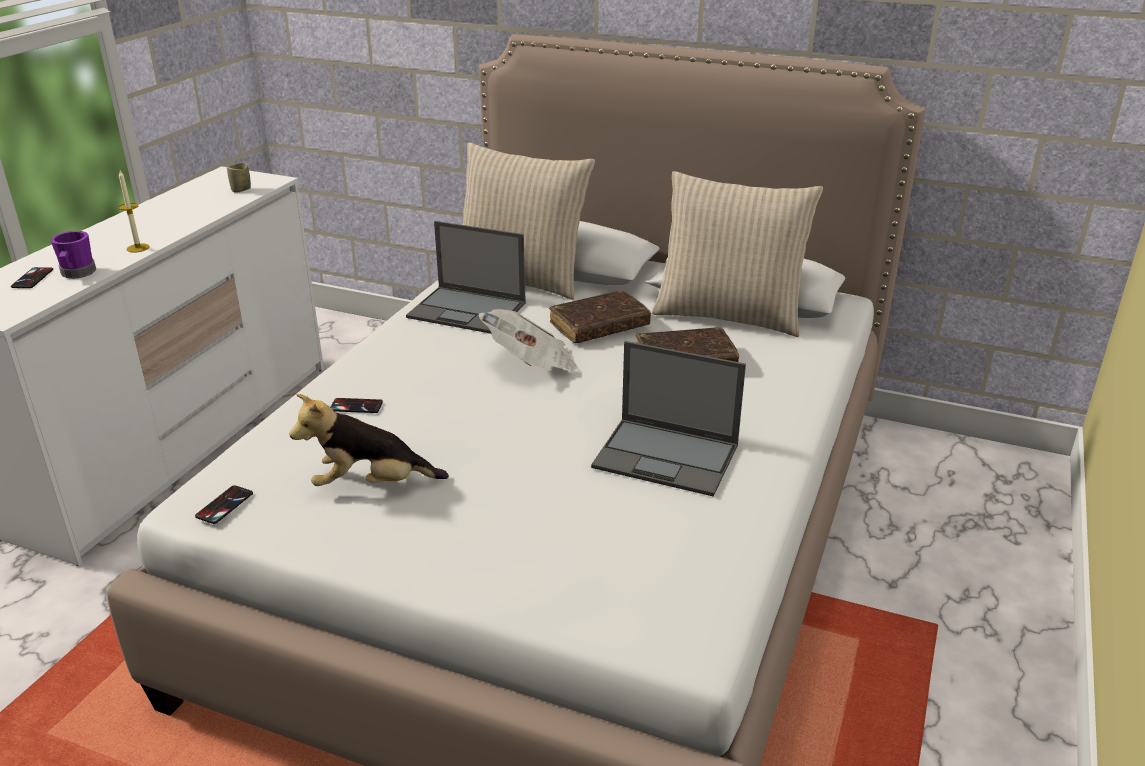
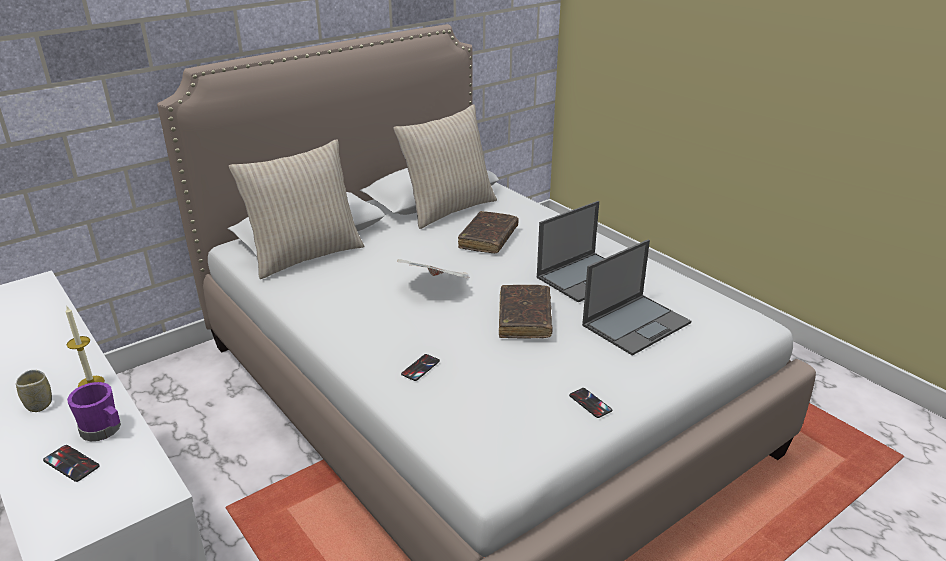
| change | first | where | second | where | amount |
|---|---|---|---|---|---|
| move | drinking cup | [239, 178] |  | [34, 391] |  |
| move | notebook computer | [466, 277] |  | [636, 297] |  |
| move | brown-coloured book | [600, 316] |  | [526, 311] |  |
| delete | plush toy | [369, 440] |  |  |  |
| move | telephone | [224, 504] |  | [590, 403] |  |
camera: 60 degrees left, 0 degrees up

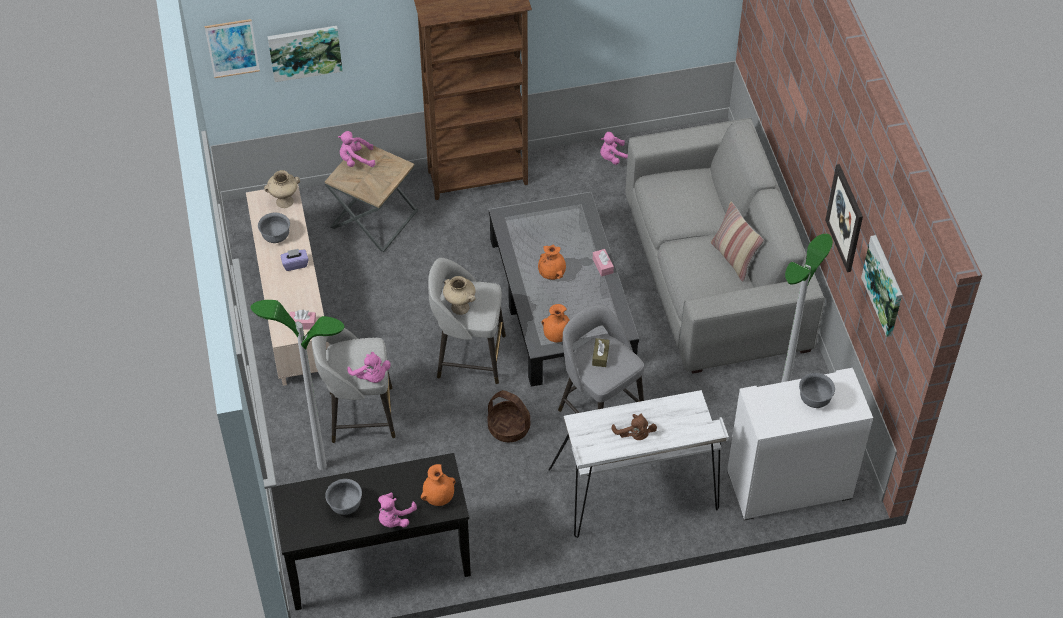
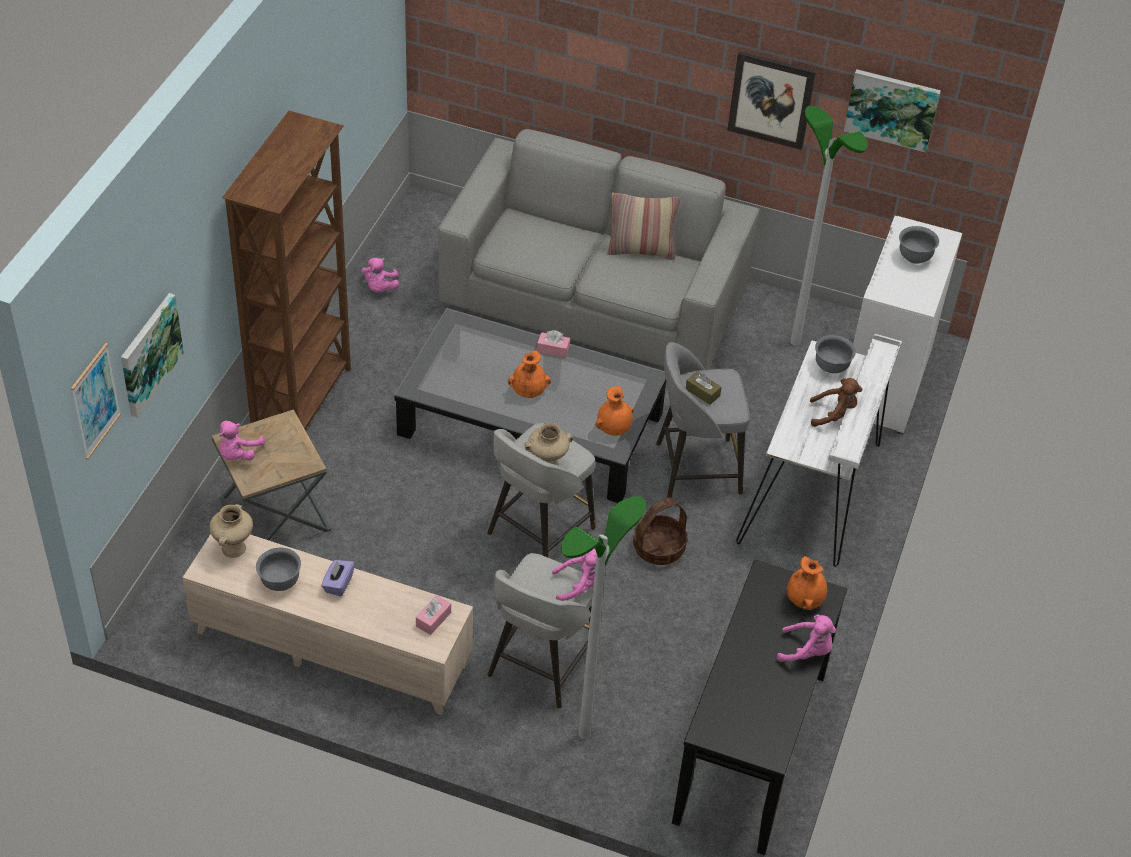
| change | first | where | second | where | amount |
|---|---|---|---|---|---|
| move | gray bowl | [343, 497] |  | [835, 354] |  |
| rotate | pink-coloured plush toy | [397, 509] |  | [806, 638] | 45 degrees counterclockwise |
camera: 60 degrees left, 5 degrees down

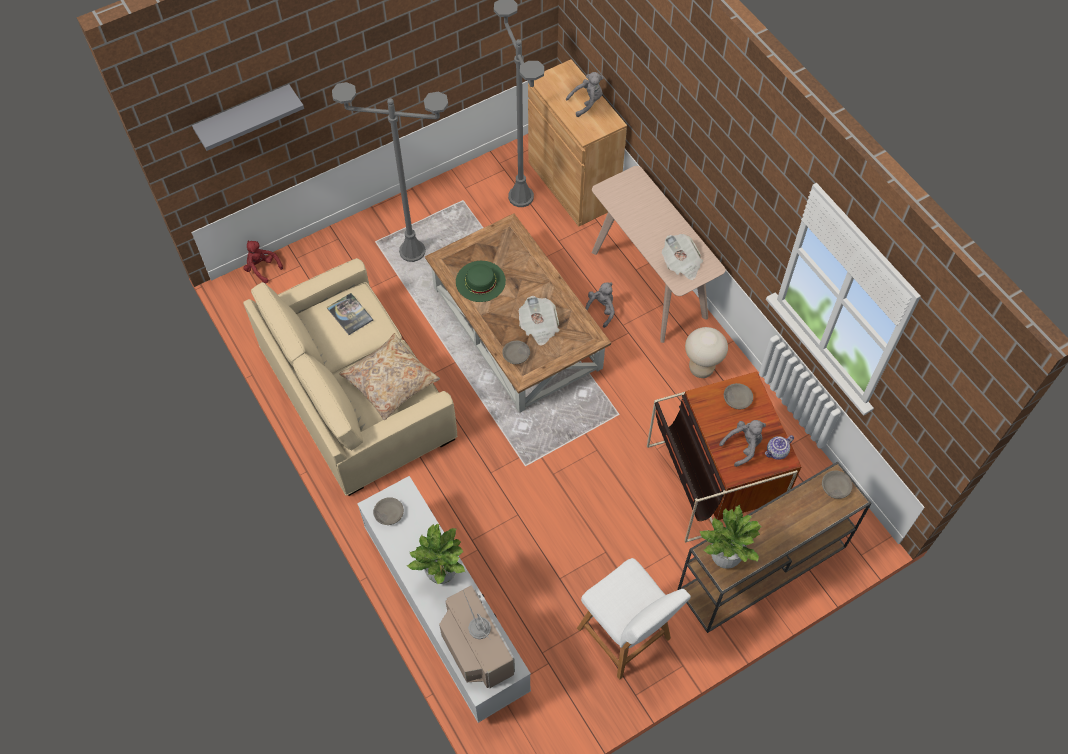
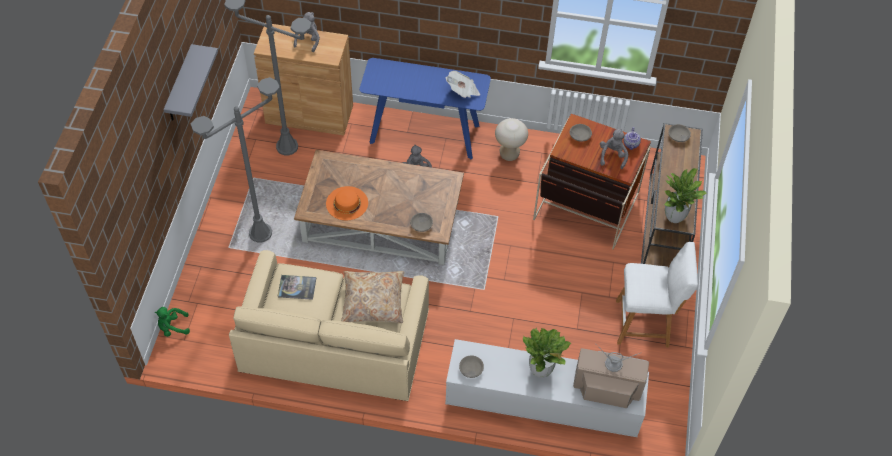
| change | first | where | second | where | amount |
|---|---|---|---|---|---|
| move | gray bracket shelf | [248, 117] |  | [190, 82] |  |
| recolor | sand-coloured hall table | [658, 254] | blue hall table | [425, 108] |  |
| recolor | reddish plush toy | [263, 262] | greenish plush toy | [172, 322] |  |
| recolor | greenish hat | [481, 281] | orangey hat | [347, 203] |  |
| delete | daily paper | [539, 321] |  |  |  |
camera: 50 degrees left, 5 degrees down

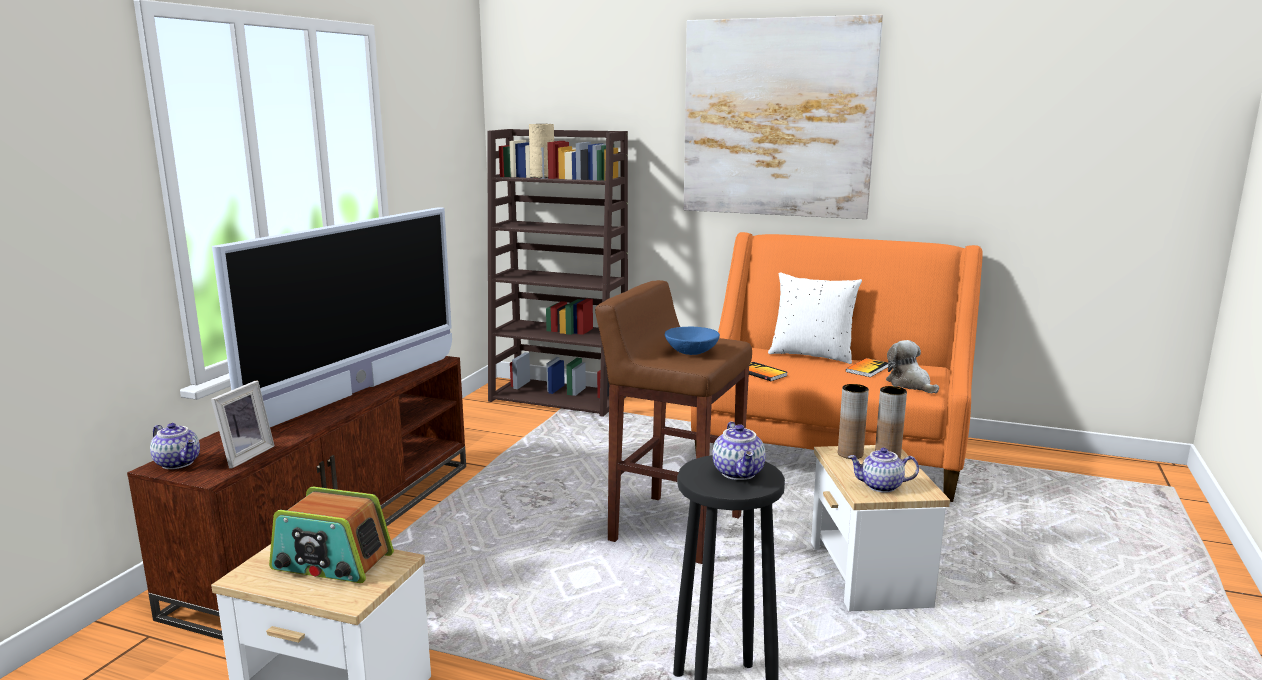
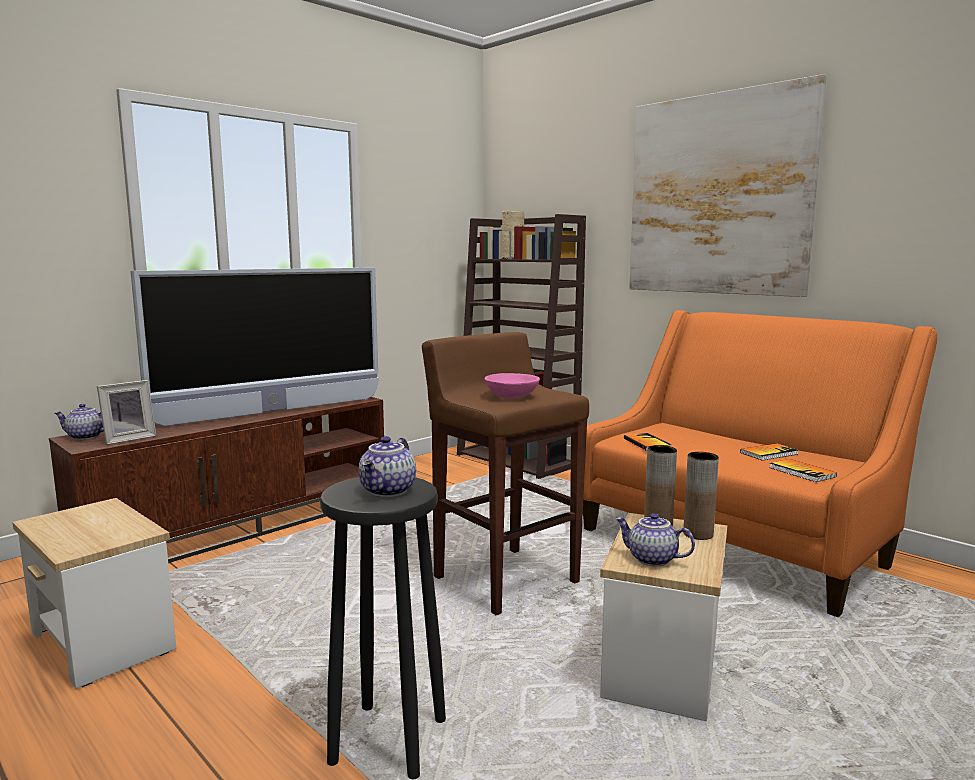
| change | first | where | second | where | amount |
|---|---|---|---|---|---|
| delete | white throw pillow | [815, 318] |  |  |  |
| recolor | blue bowl | [692, 341] | pink-coloured bowl | [512, 386] |  |
| replace | plush toy | [912, 367] | book | [803, 470] |  |
| rotate | teapot | [175, 446] |  | [79, 422] | 120 degrees clockwise |
| delete | radio set | [331, 535] |  |  |  |
camera: 25 degrees right, 5 degrees down

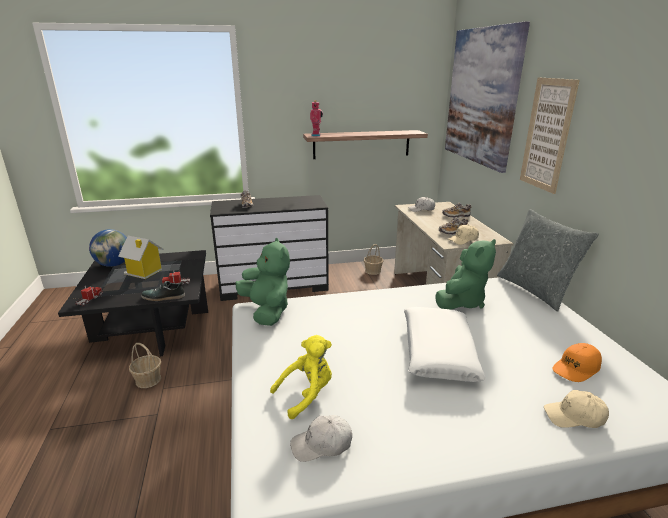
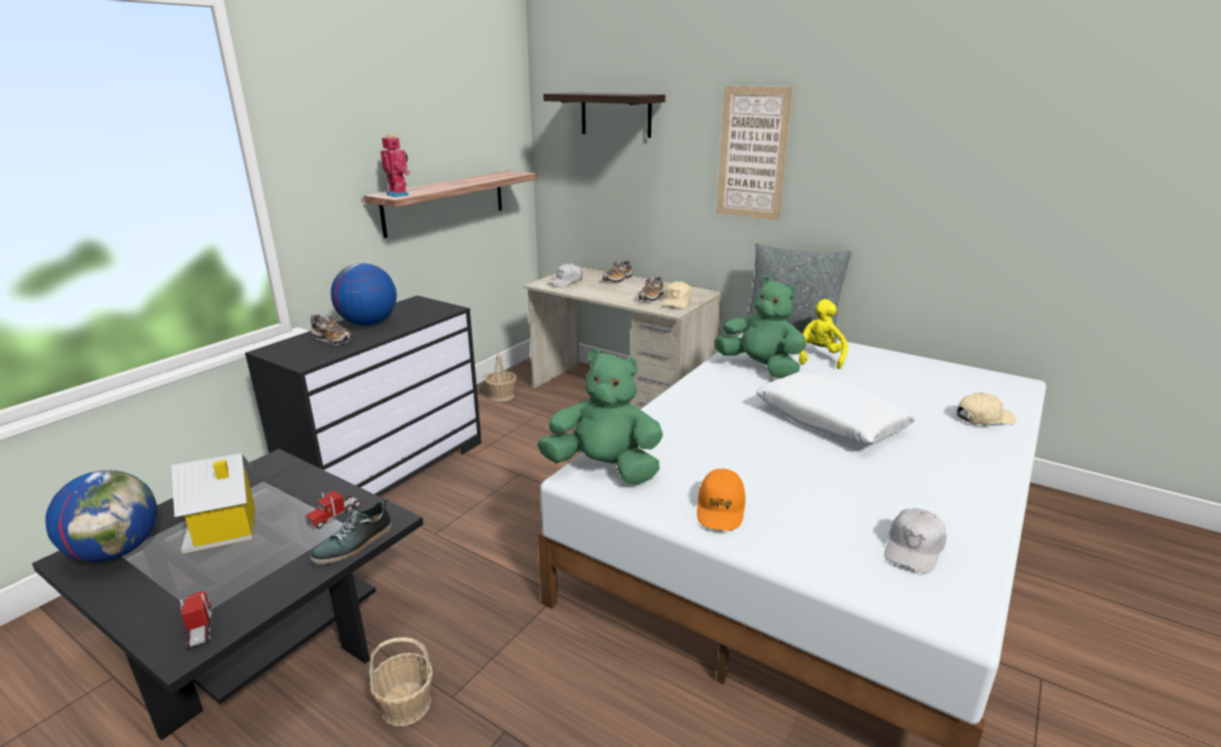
| change | first | where | second | where | amount |
|---|---|---|---|---|---|
| replace | wall art | [487, 97] | bracket shelf | [604, 115] |  |
| rotate | greenish plush toy | [466, 274] |  | [760, 328] | 45 degrees counterclockwise |
| move | yellowish plush toy | [301, 377] |  | [823, 334] |  |
| move | orangey peaked cap | [577, 362] |  | [721, 499] |  |
| rotate | sand-coloured peaked cap | [576, 409] |  | [986, 408] | 150 degrees counterclockwise |
| insert |  |  | world globe | [364, 294] |  |
camera: 45 degrees left, 0 degrees up

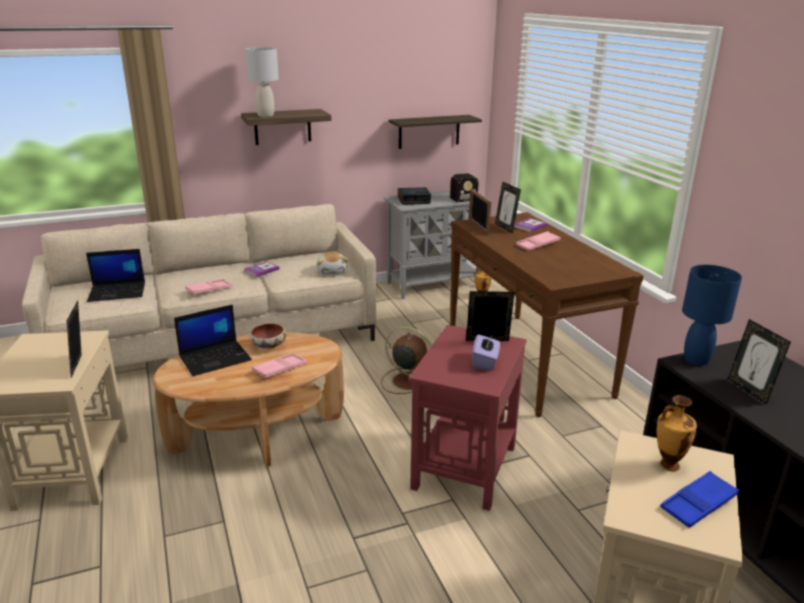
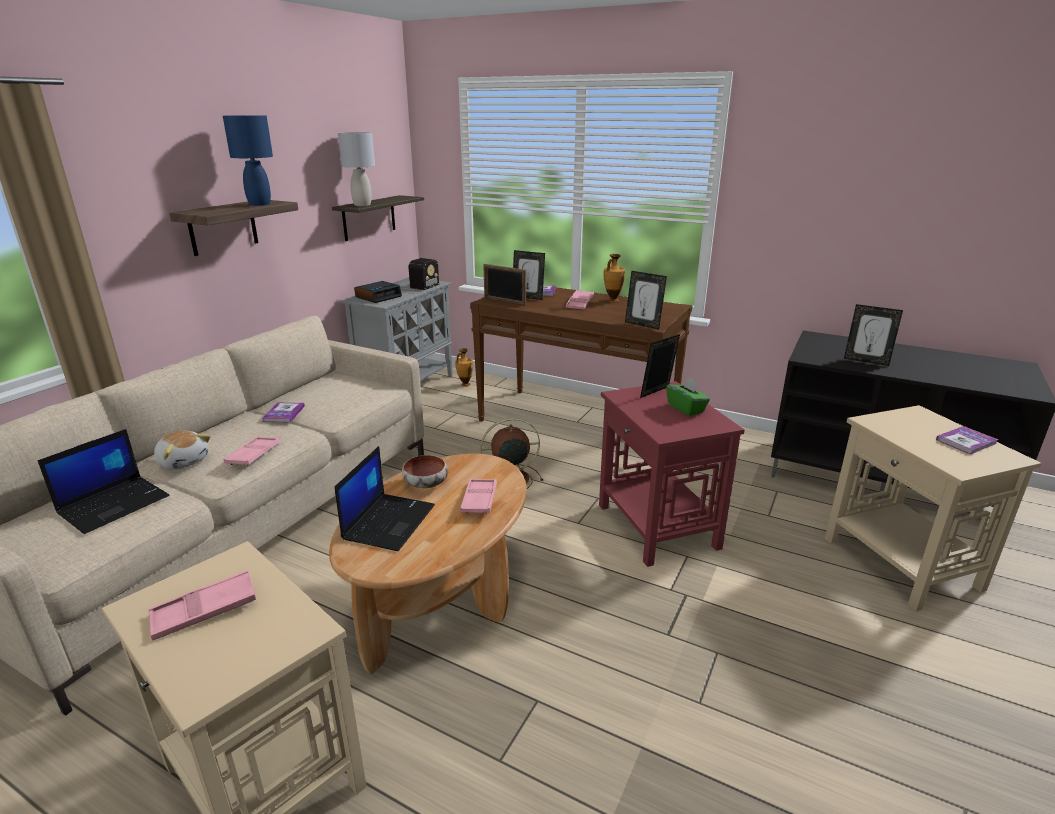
| change | first | where | second | where | amount |
|---|---|---|---|---|---|
| move | gray table lamp | [262, 82] |  | [356, 169] |  |
| move | plush toy | [332, 263] |  | [182, 450] |  |
| move | blue table lamp | [712, 315] |  | [248, 160] |  |
| move | photo frame | [74, 339] |  | [646, 300] |  |
| recolor | purplish tissue holder | [486, 352] | greenish tissue holder | [688, 396] |  |
| move | decorative vase | [677, 433] |  | [614, 278] |  |
| replace | blue carrying tray | [699, 499] | book | [967, 440] |  |
| insert |  |  | pink-coloured carrying tray | [202, 605] |  |
camera: 40 degrees left, 0 degrees up

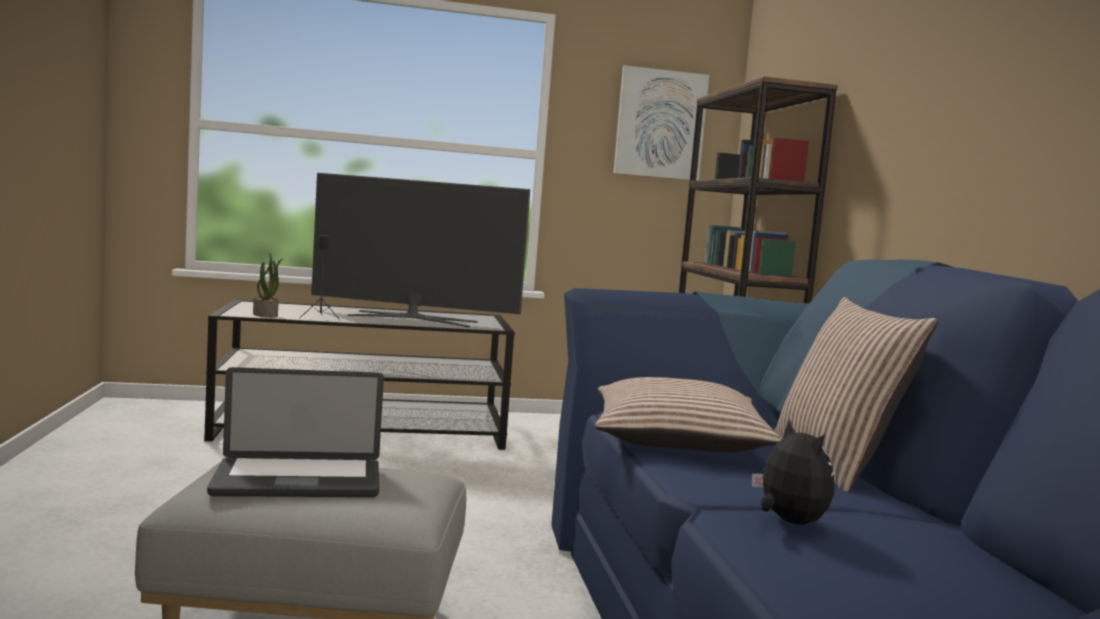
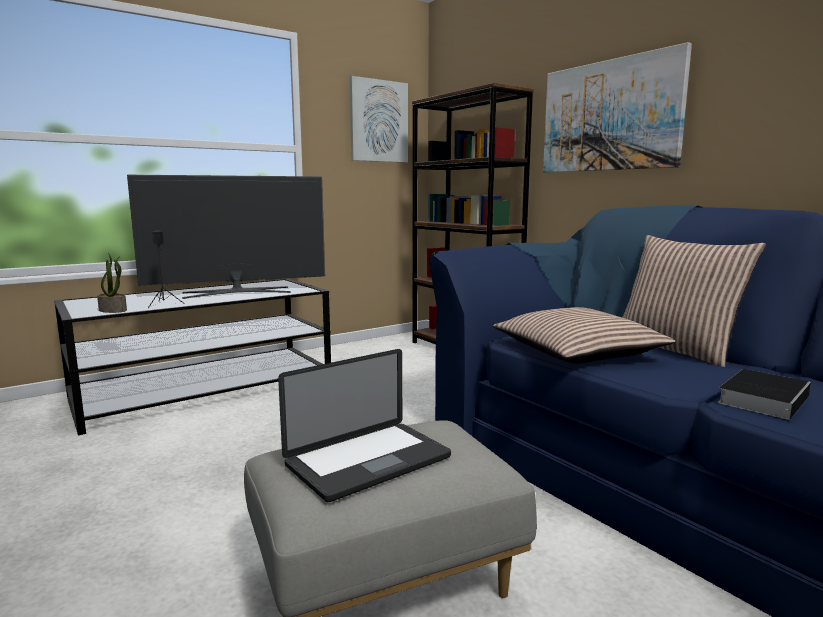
| change | first | where | second | where | amount |
|---|---|---|---|---|---|
| replace | plush toy | [793, 472] | book | [764, 394] |  |
| insert |  |  | wall art | [617, 107] |  |
camera: 25 degrees left, 5 degrees up

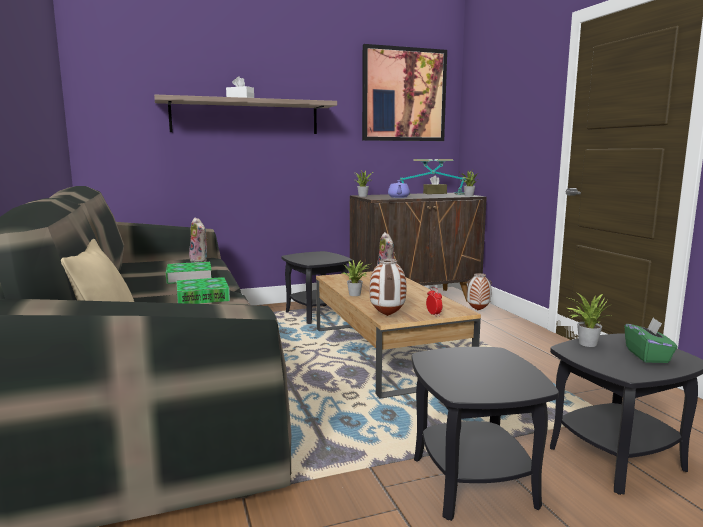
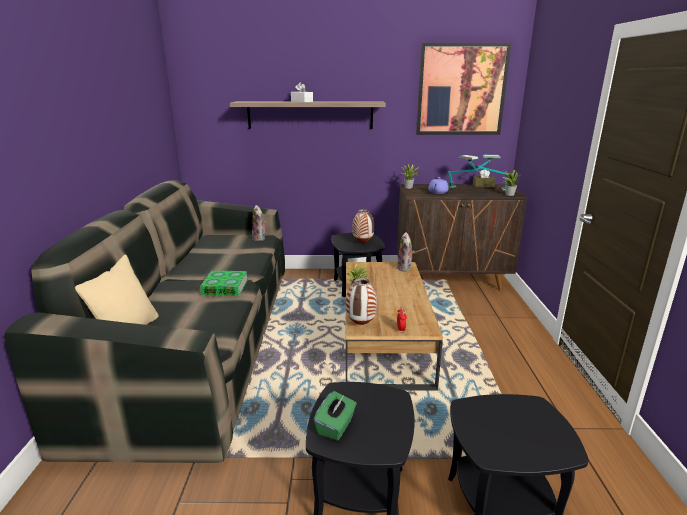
| change | first | where | second | where | amount |
|---|---|---|---|---|---|
| delete | book | [189, 273] |  |  |  |
| move | decorative vase | [479, 292] |  | [363, 226] |  |
| delete | plant in a pot | [589, 320] |  |  |  |
| move | greenish tissue holder | [651, 340] |  | [335, 416] |  |
camera: 20 degrees right, 10 degrees up

